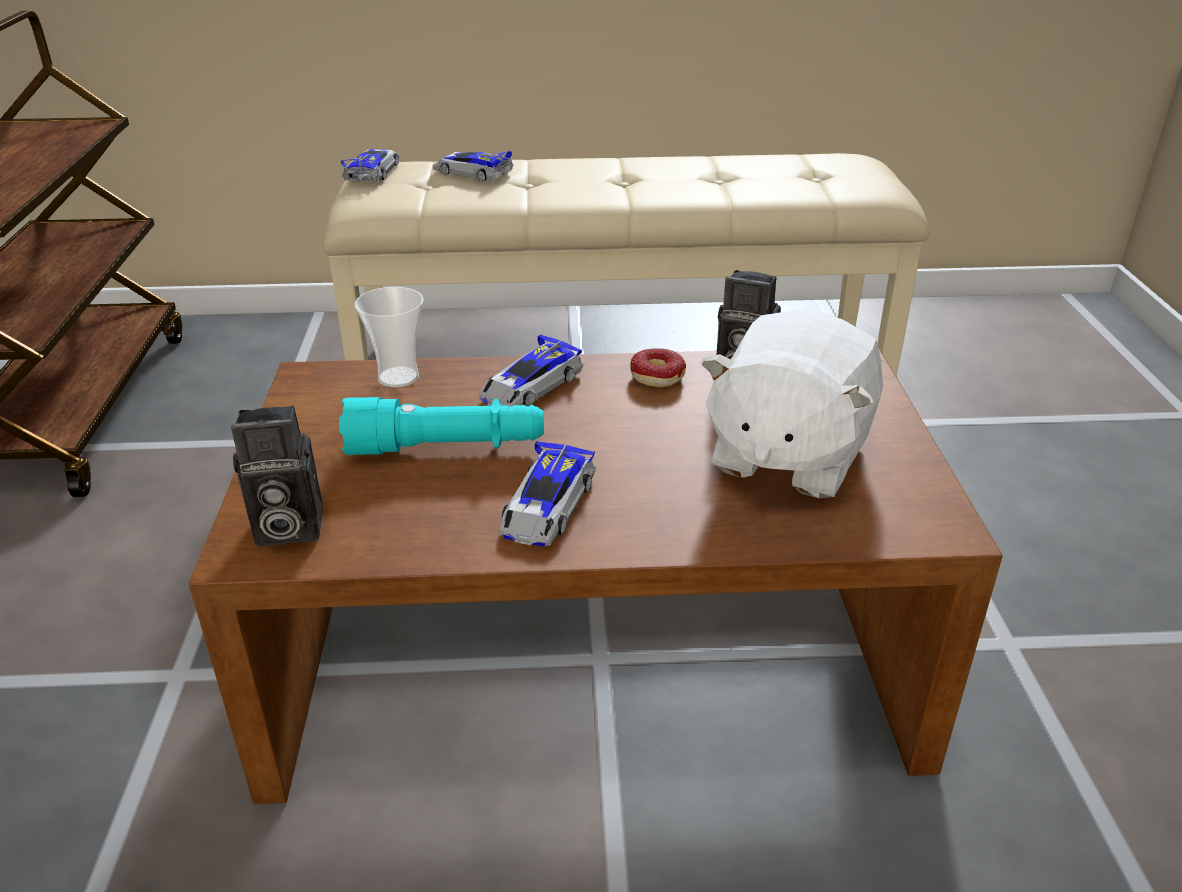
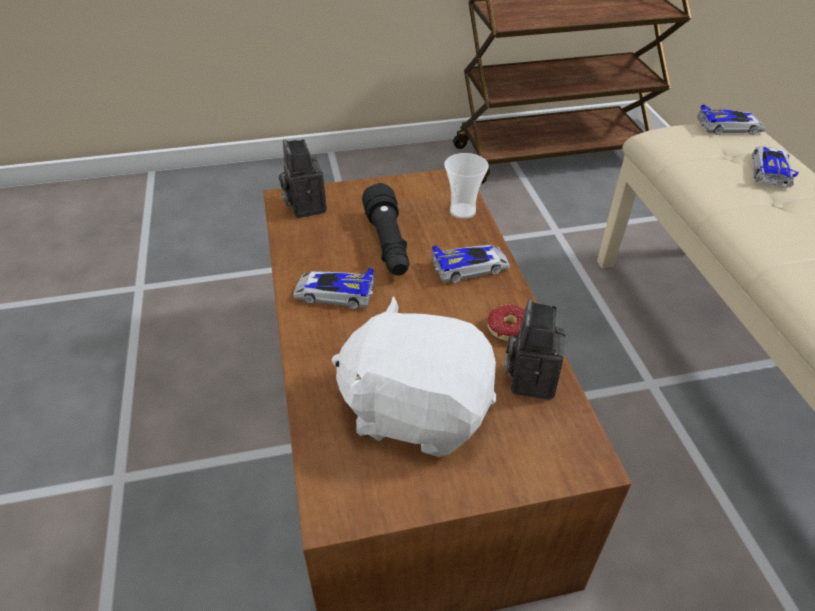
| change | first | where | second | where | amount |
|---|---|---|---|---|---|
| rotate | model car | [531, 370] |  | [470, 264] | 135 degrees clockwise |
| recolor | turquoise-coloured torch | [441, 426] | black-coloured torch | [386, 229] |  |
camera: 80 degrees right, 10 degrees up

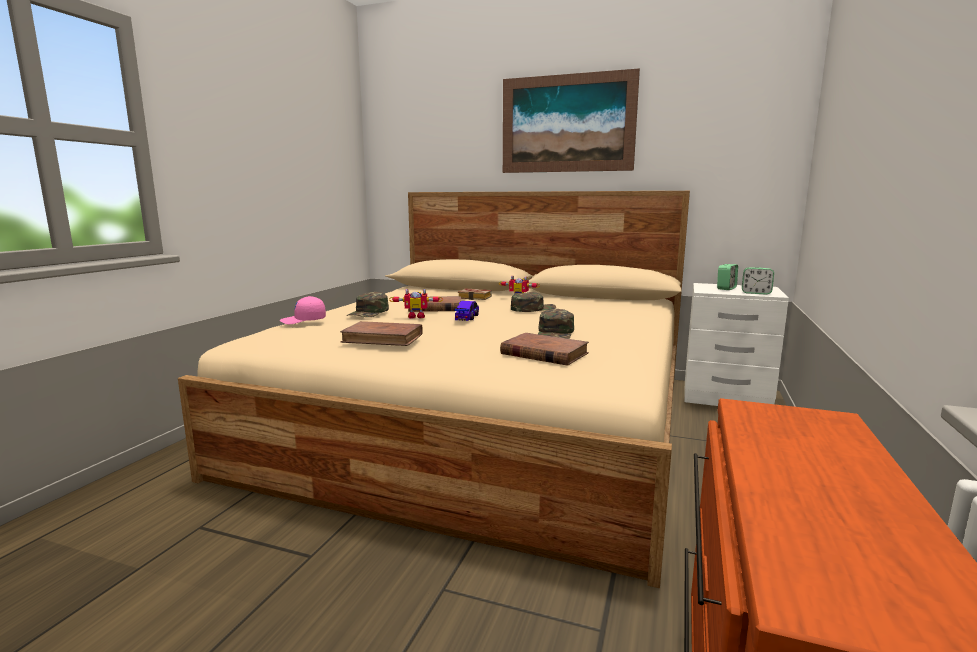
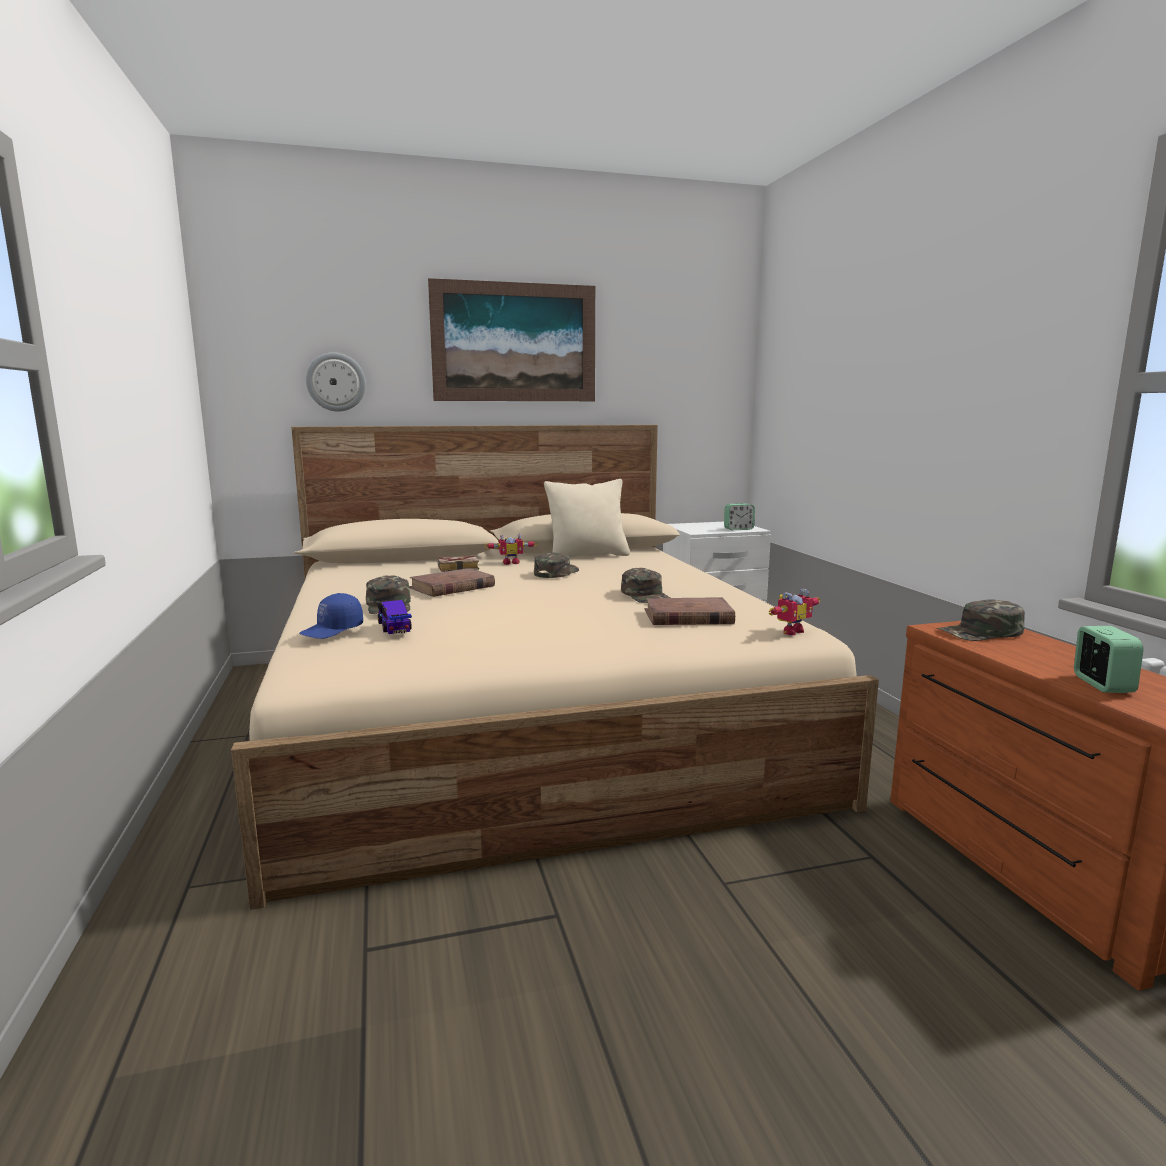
| change | first | where | second | where | amount |
|---|---|---|---|---|---|
| move | alarm clock | [727, 277] |  | [1109, 659] |  |
| move | toy robot | [416, 303] |  | [794, 612] |  |
| recolor | pink-coloured peaked cap | [303, 310] | blue peaked cap | [331, 616] |  |
| move | model car | [467, 311] |  | [395, 617] |  |
| delete | brown-coloured book | [381, 333] |  |  |  |
| insert |  |  | hanging clock | [336, 382] |  |
| insert |  |  | sand-coloured throw pillow | [587, 518] |  |
| insert |  |  | greenish peaked cap | [981, 620] |  |
camera: 35 degrees left, 0 degrees up

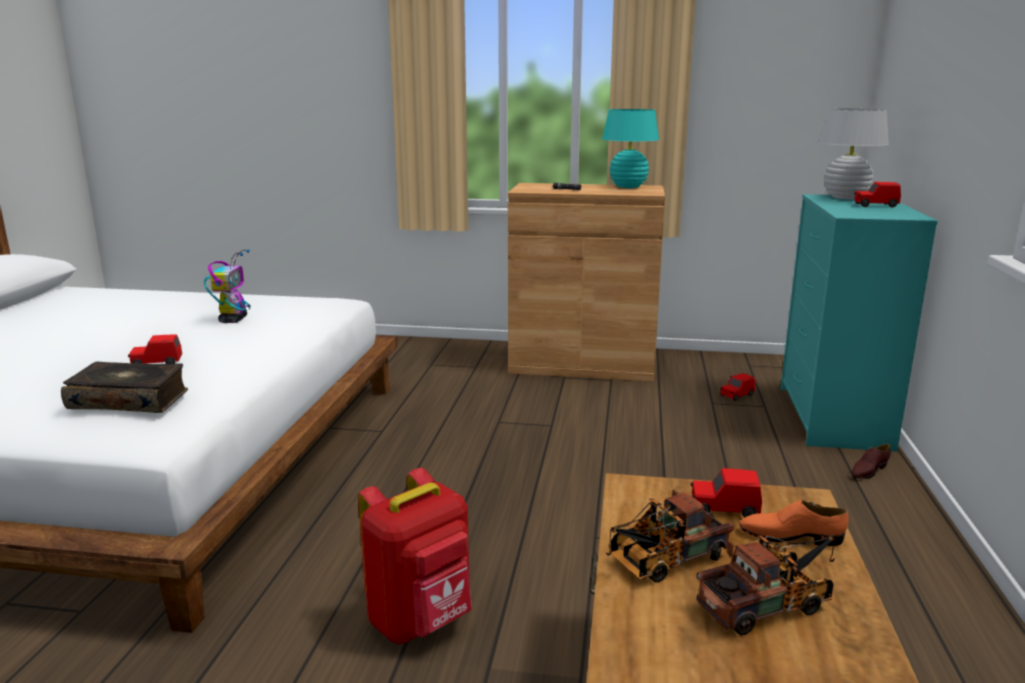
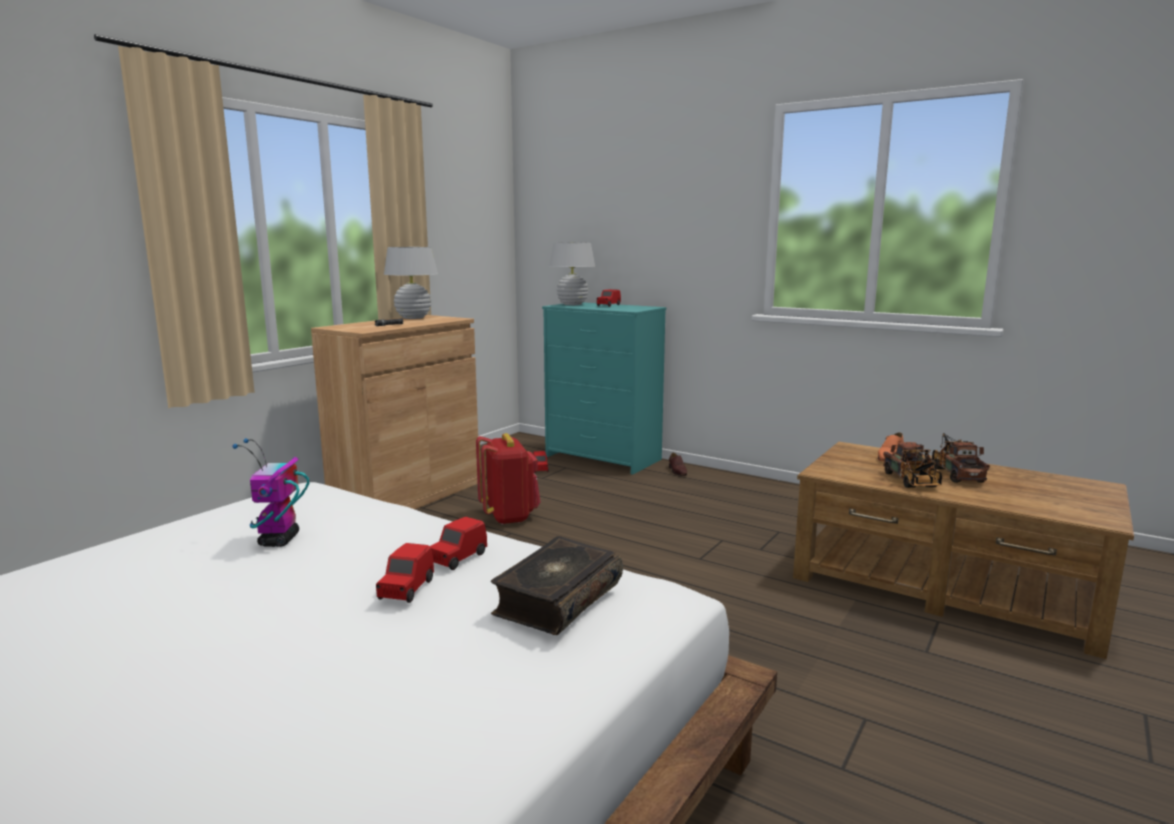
| change | first | where | second | where | amount |
|---|---|---|---|---|---|
| recolor | turquoise-coloured table lamp | [630, 148] | white table lamp | [411, 283] |  |
| rotate | toy robot | [227, 286] |  | [270, 492] | 120 degrees counterclockwise |
| move | reddish rucksack | [415, 556] |  | [508, 479] |  |
| move | reddish model car | [726, 493] |  | [458, 543] |  |
camera: 65 degrees left, 5 degrees down

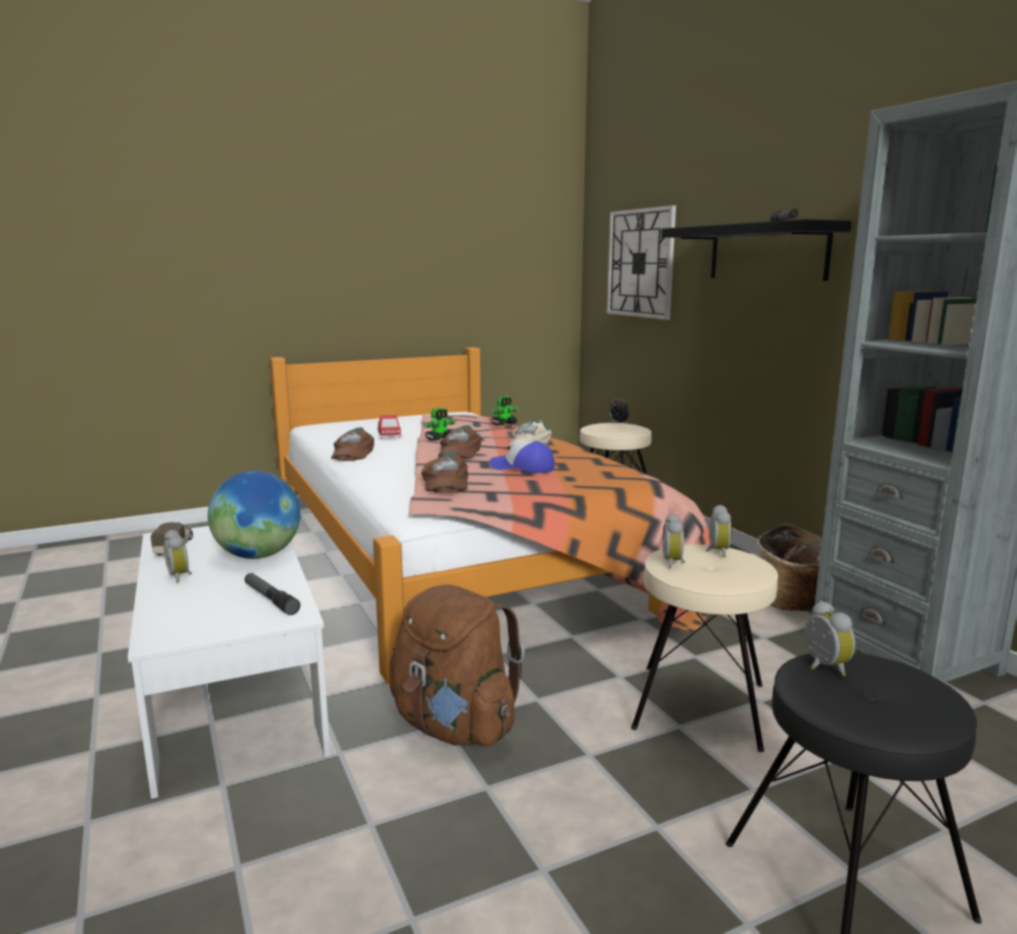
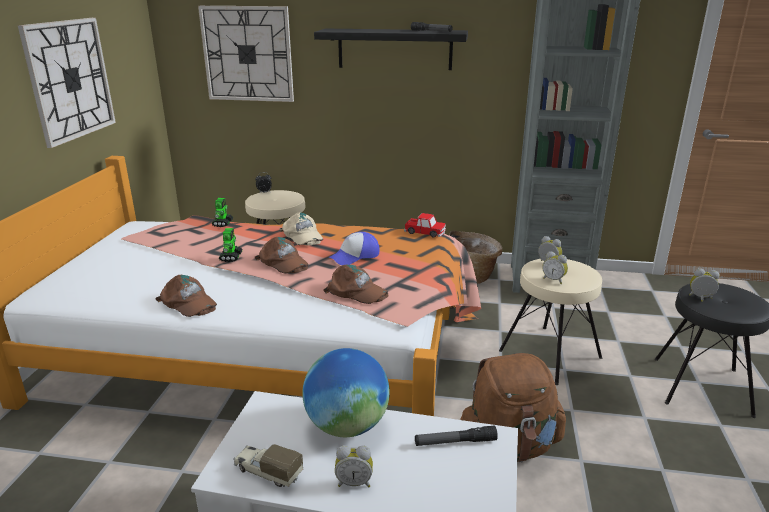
| change | first | where | second | where | amount |
|---|---|---|---|---|---|
| move | model car | [389, 426] |  | [425, 225] |  |
| insert |  |  | hanging clock | [67, 83] |  |
camera: 55 degrees left, 10 degrees up

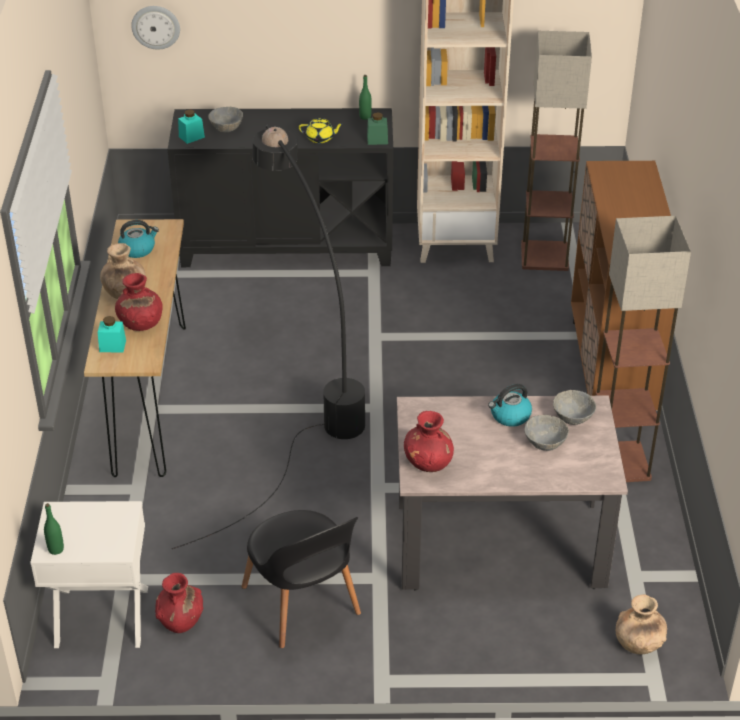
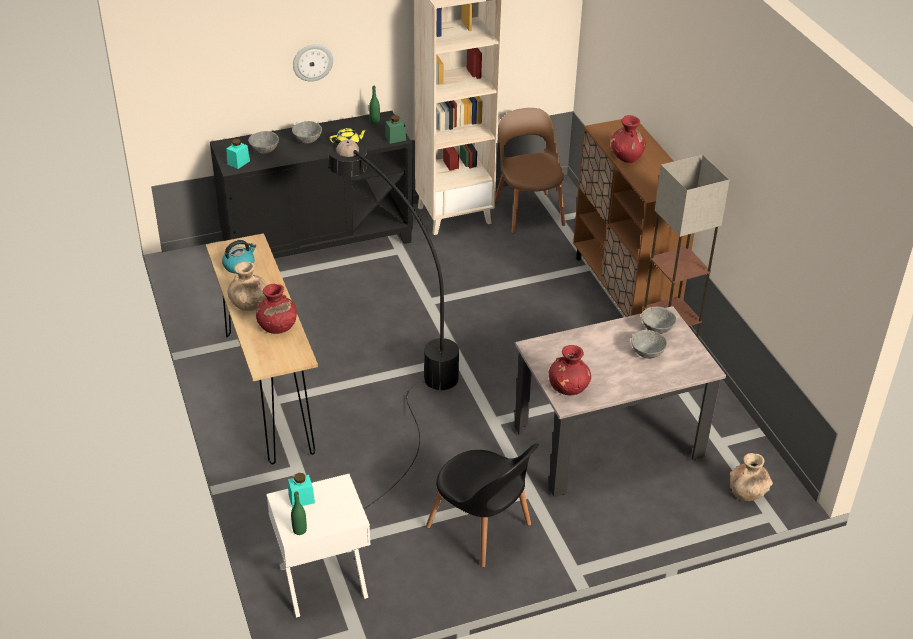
| change | first | where | second | where | amount |
|---|---|---|---|---|---|
| move | hanging clock | [155, 28] |  | [313, 63] |  |
| replace | standing lamp | [556, 151] | brown-coloured chair | [530, 171] |  |
| move | turquoise-coloured jar | [112, 334] |  | [301, 490] |  |
| delete | tea kettle | [510, 405] |  |  |  |
| move | reddish decorative vase | [179, 603] |  | [628, 139] |  |
| insert |  |  | gray bowl | [307, 132] |  |
camera: 20 degrees left, 0 degrees up

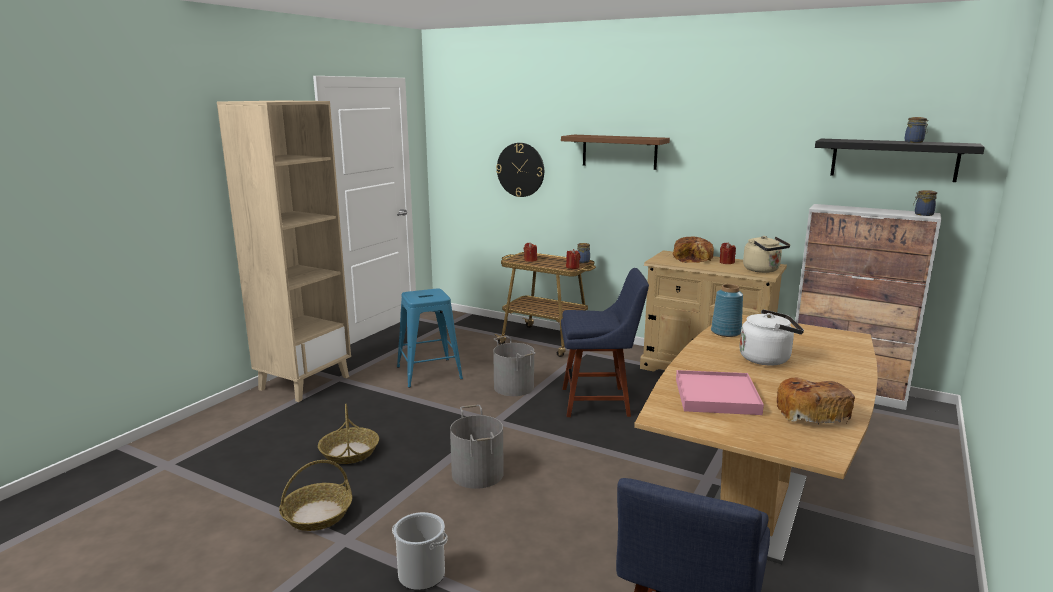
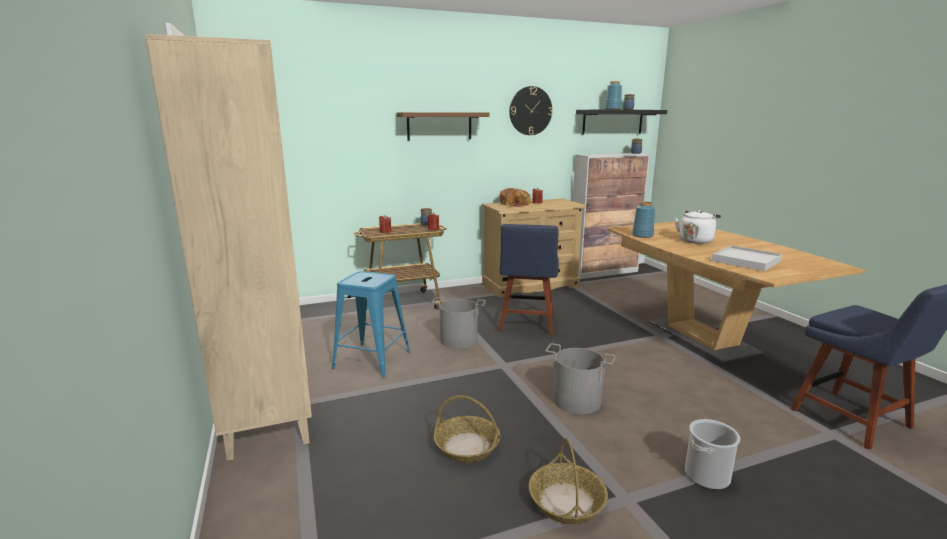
| change | first | where | second | where | amount |
|---|---|---|---|---|---|
| move | hanging clock | [520, 170] |  | [531, 110] |  |
| delete | sand-coloured tea kettle | [766, 254] |  |  |  |
| rotate | blue chair | [605, 342] |  | [529, 279] | 150 degrees clockwise |
| recolor | pink-coloured carrying tray | [720, 392] | white carrying tray | [747, 258] |  |
| delete | baked bread | [816, 401] |  |  |  |
| insert |  |  | blue decorative vase | [613, 95] |  |
camera: 50 degrees left, 0 degrees up

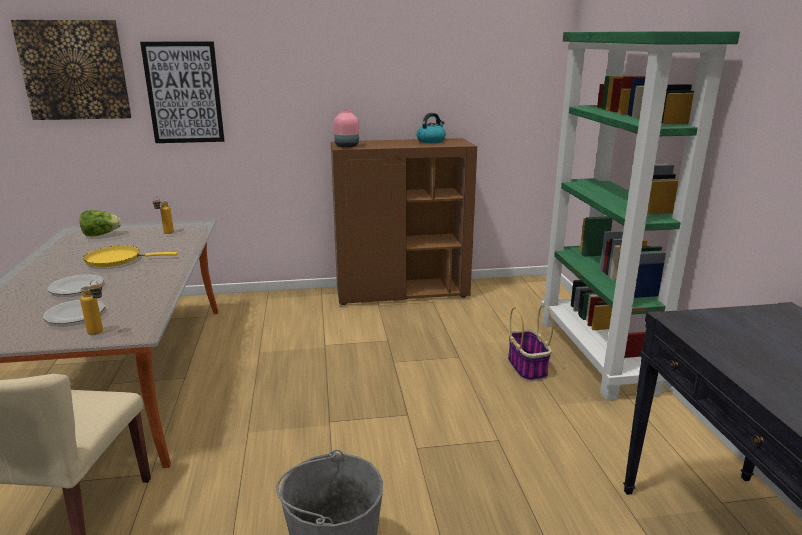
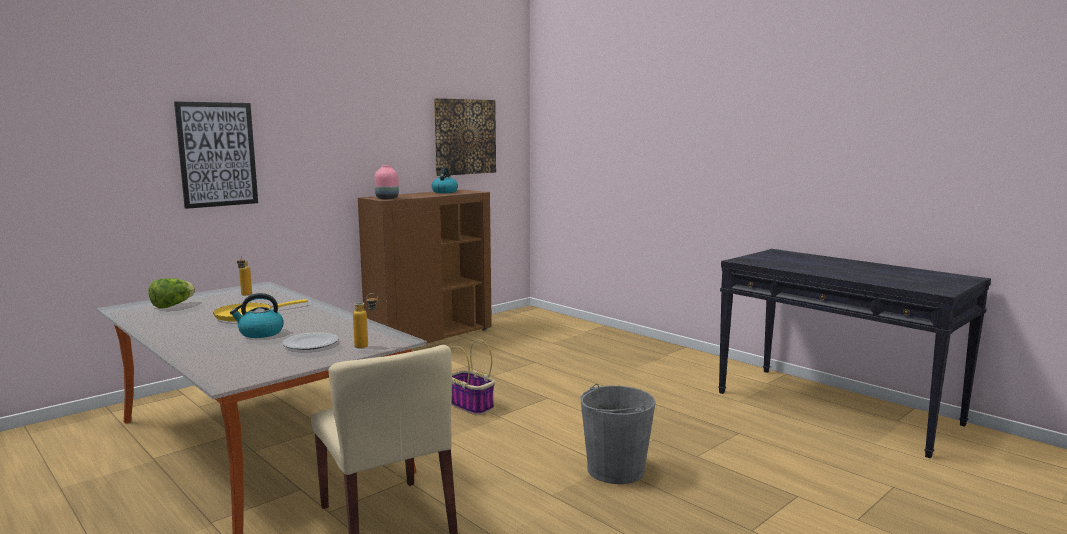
| change | first | where | second | where | amount |
|---|---|---|---|---|---|
| move | wall art | [71, 70] |  | [465, 137] |  |
| delete | greenish shelving unit | [640, 216] |  |  |  |
| replace | plate | [75, 284] | tea kettle | [257, 315] |  |
| move | basket | [530, 343] |  | [472, 377] |  |
camera: 35 degrees left, 10 degrees down

